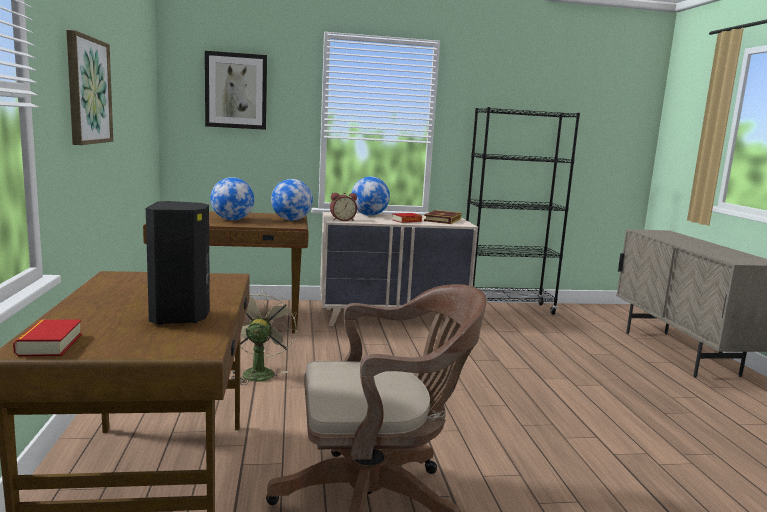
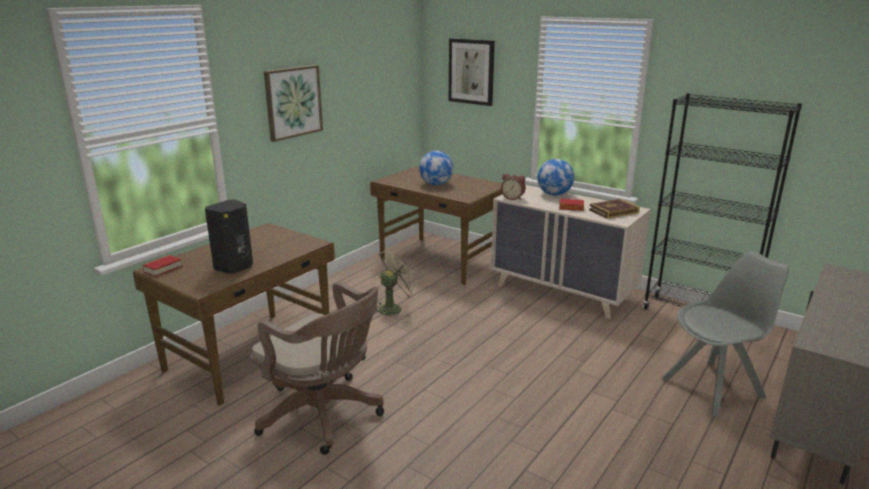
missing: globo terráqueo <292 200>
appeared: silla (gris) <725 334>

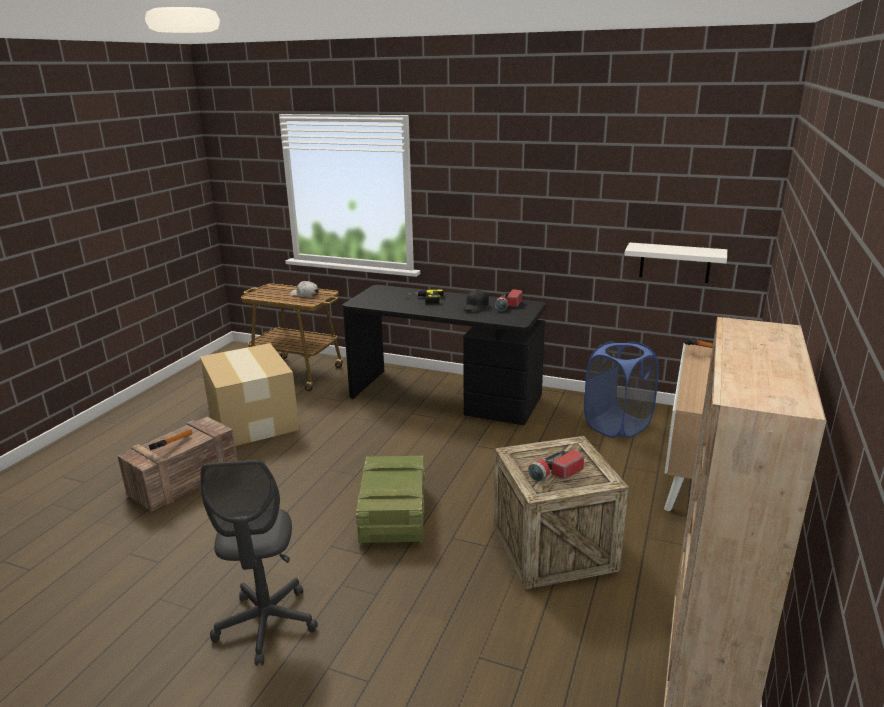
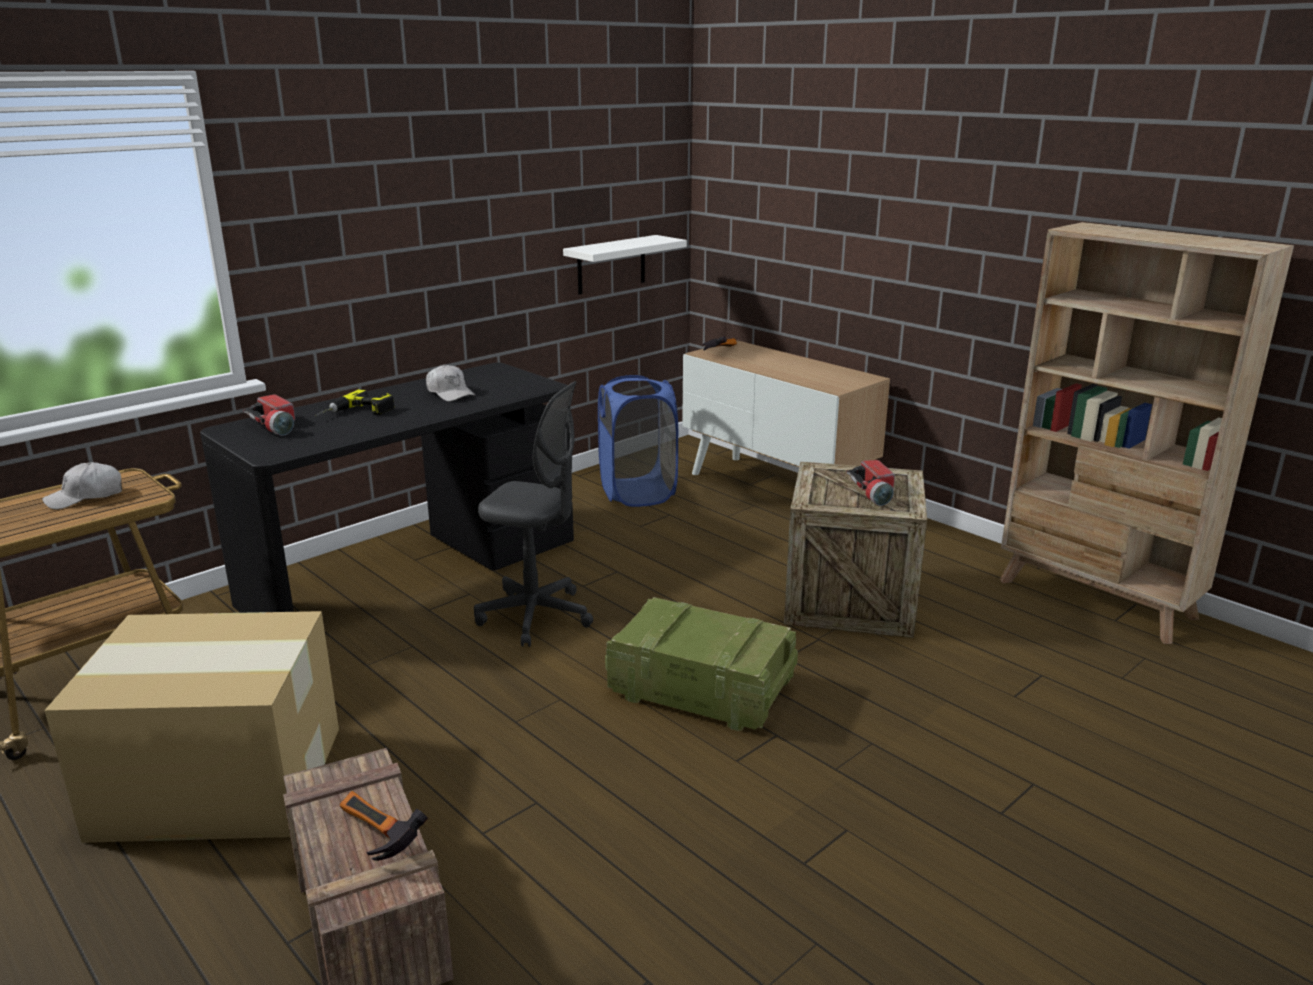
relocated: linterna <508 300> to <269 415>; silla de oficina (gris) <259 563> to <533 514>
colour: gorra (negro) <476 301> to gorra (blanco) <450 383>

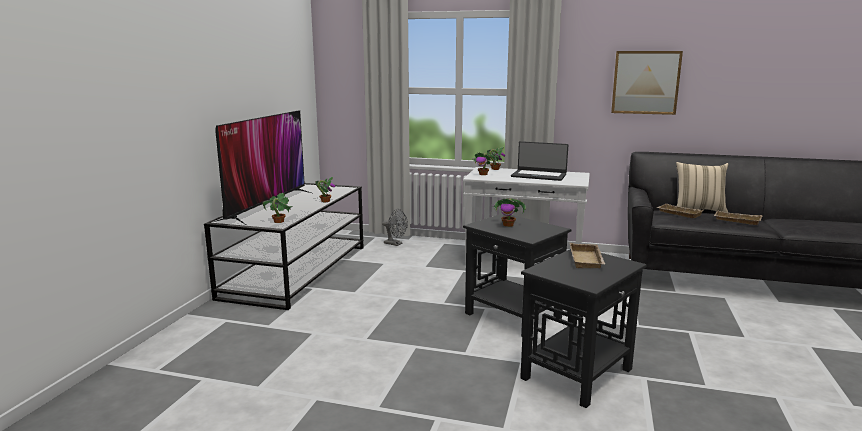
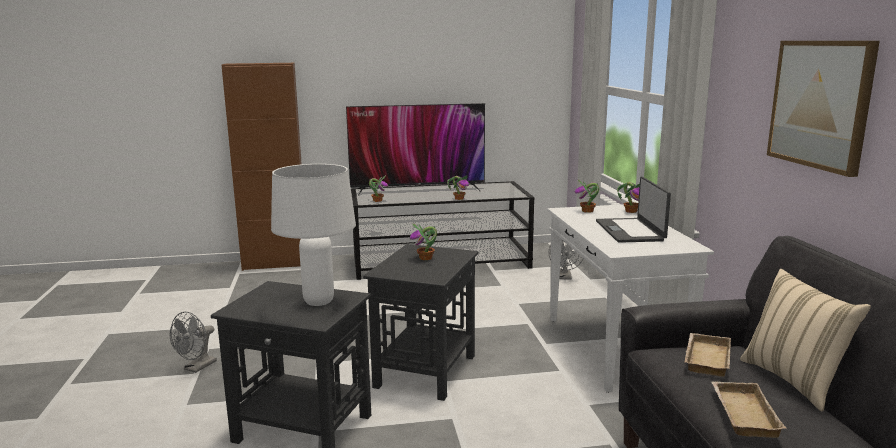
appeared: armario (marrón) <261 167>; ventilador (gris) <193 342>
exchanged: bandeja (beis) <587 255> to lámpara de mesa (blanco) <313 235>

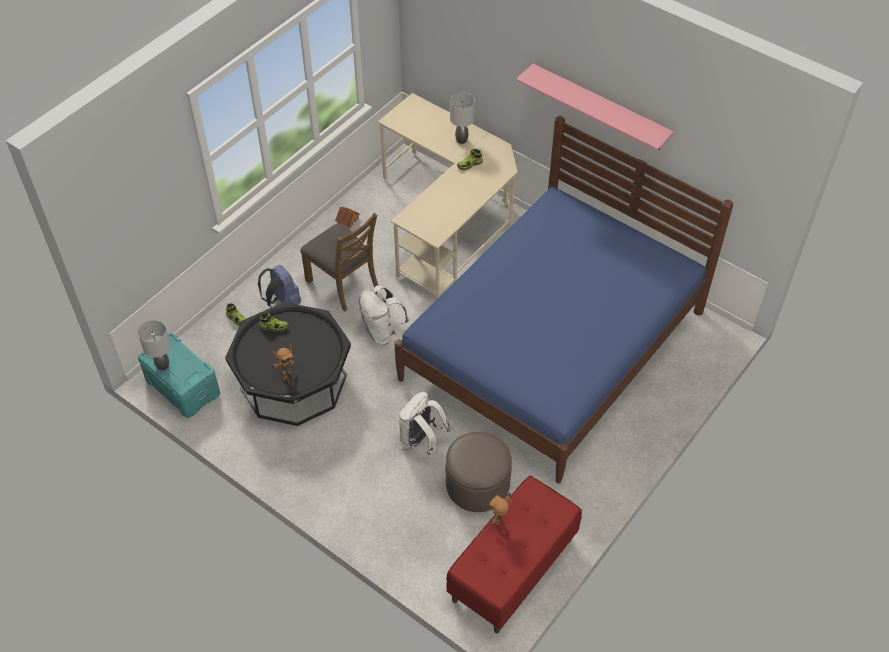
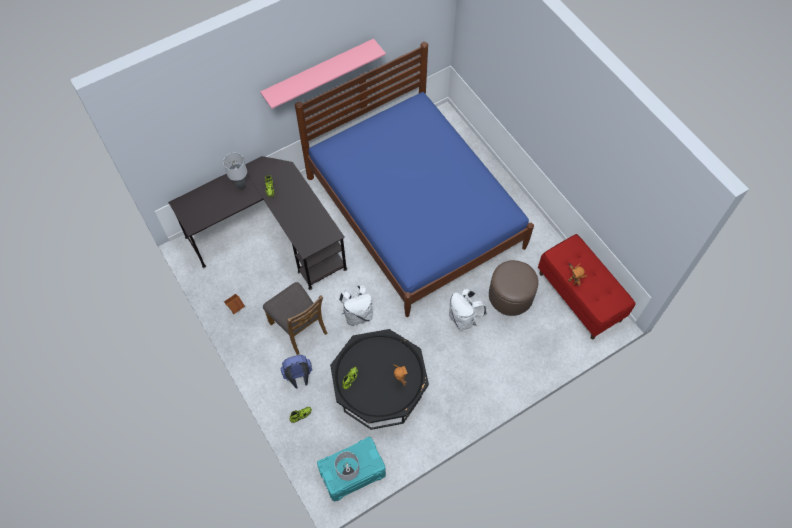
colour: escritorio (beis) <448 197> to escritorio (negro) <257 223>
spun: silla (marrón) <339 262> = <295 318> 75 degrees clockwise

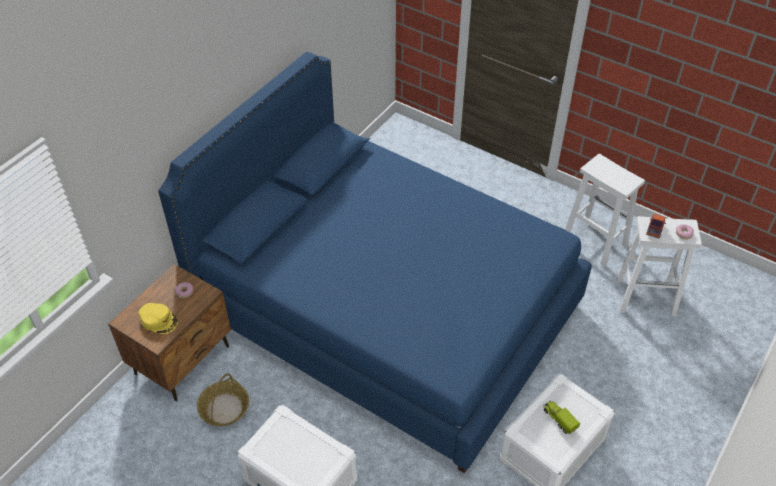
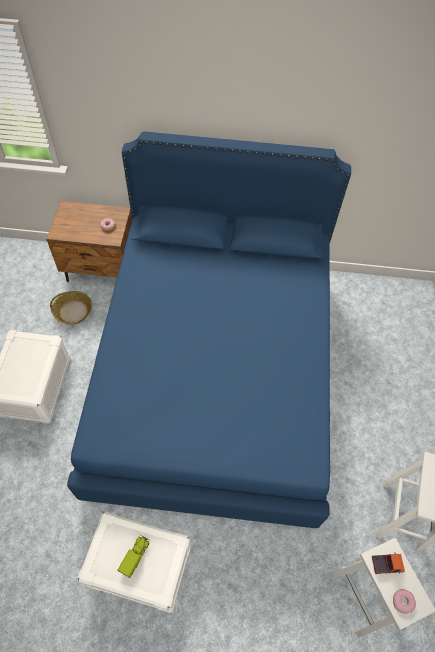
missing: gorra (amarillo) <158 318>

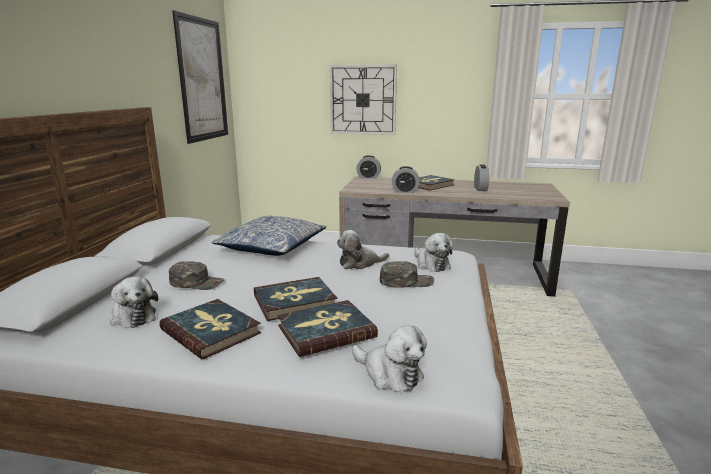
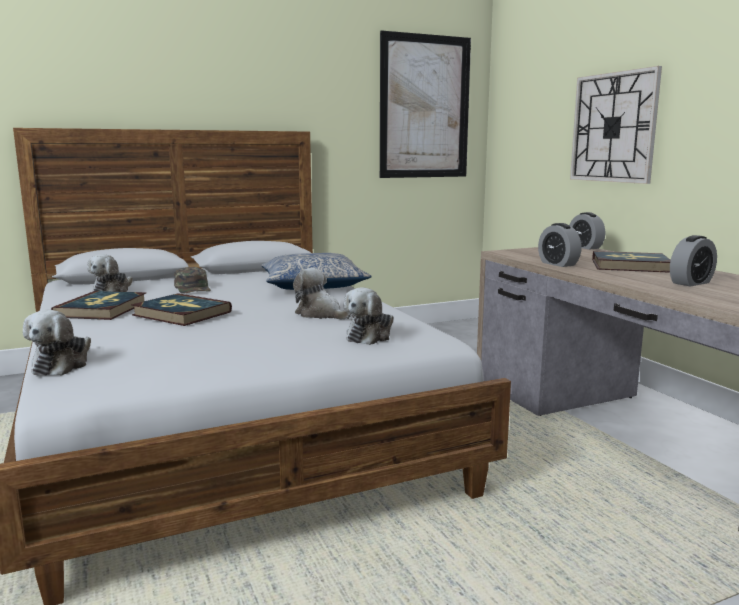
missing: gorra (verde) <407 274>; libro <328 328>

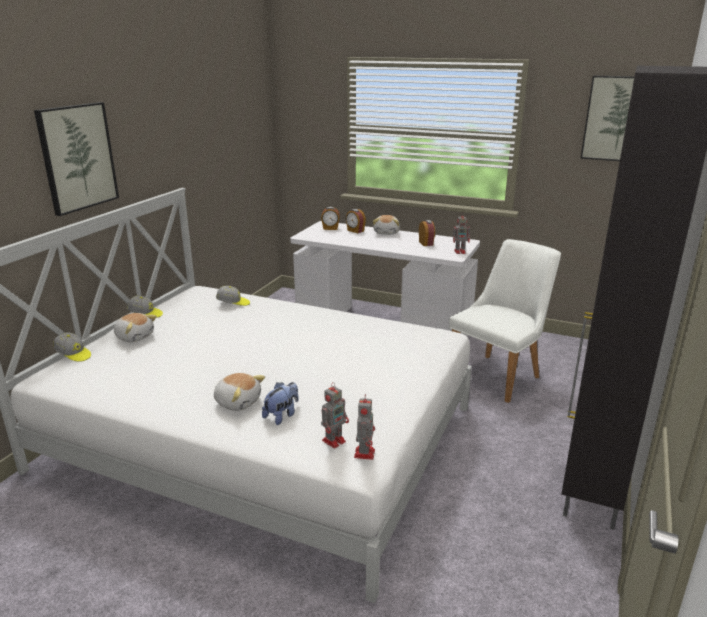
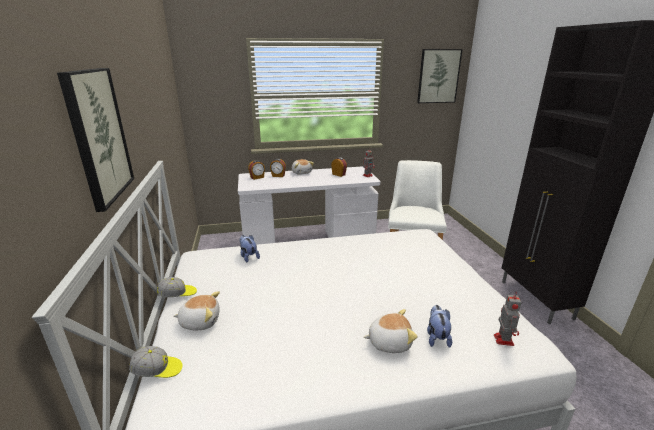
missing: robot de juguete <364 427>
exchanged: gorra <233 296> to peluche <249 249>

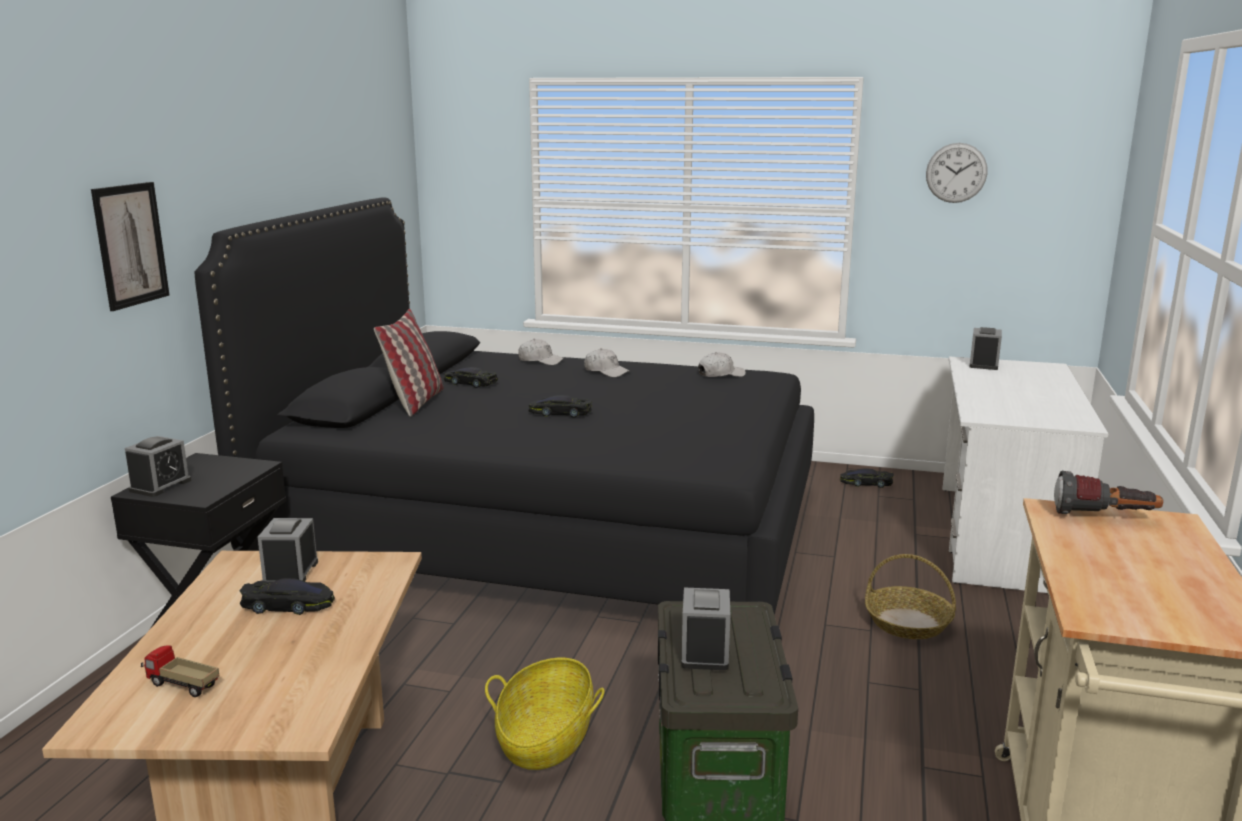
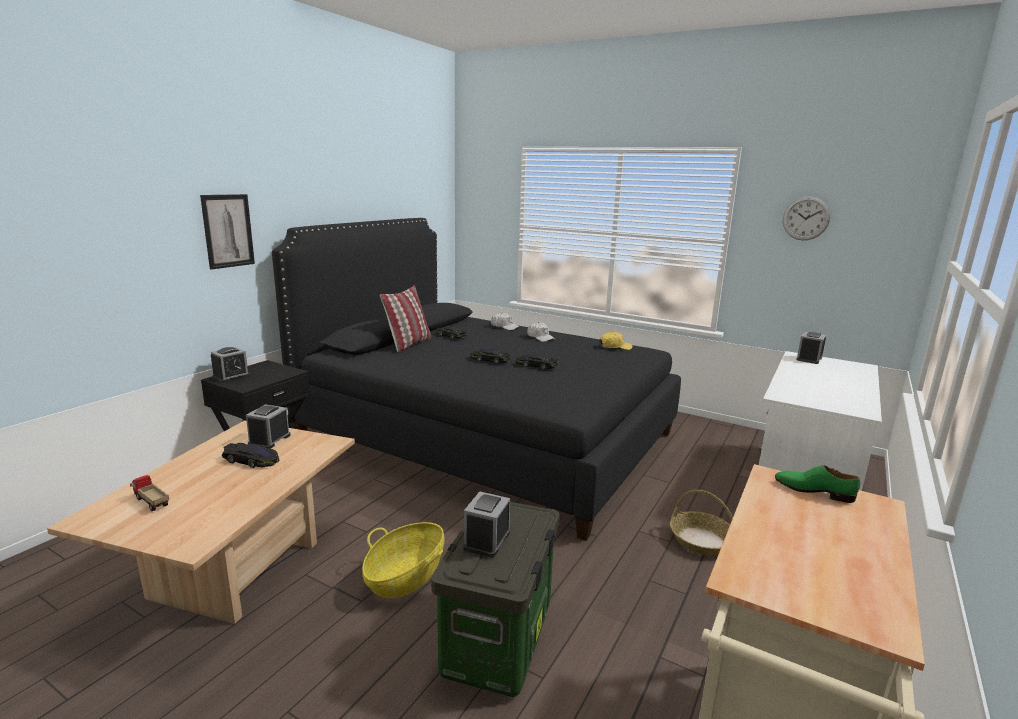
relocated: coche de juguete (negro) <867 478> to <537 362>
exchanged: linterna <1108 492> to zapato (verde) <817 484>
colour: gorra (blanco) <722 364> to gorra (amarillo) <616 341>

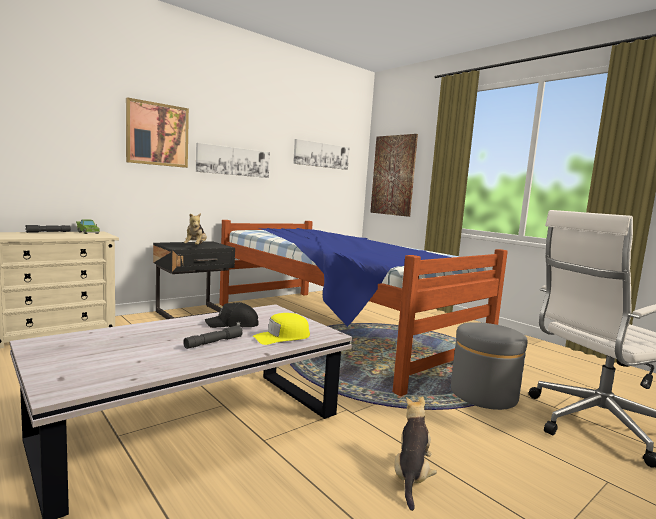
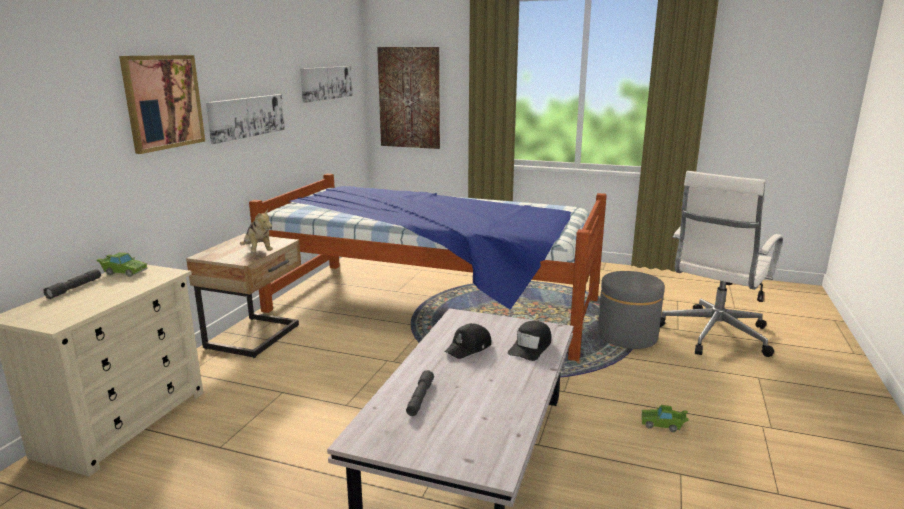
relocated: linterna (gris) <213 337> to <420 393>
exchanged: peluche <415 453> to coche de juguete (verde) <665 418>
colour: mesita de noche (negro) <194 280> to mesita de noche (beis) <243 296>; gorra (amarillo) <281 329> to gorra (negro) <529 341>

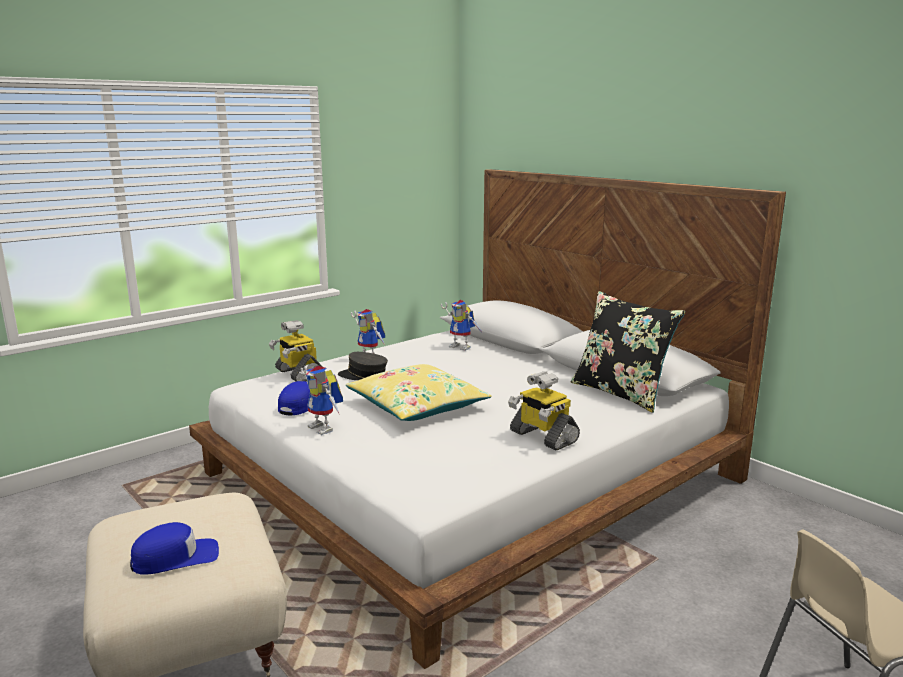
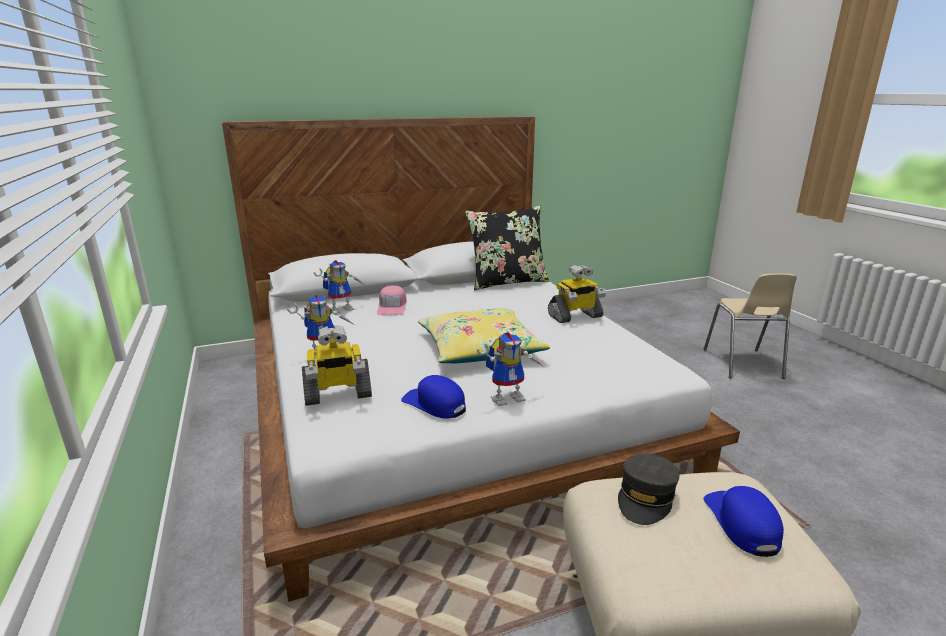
appeared: gorra (rosa) <392 300>
relocated: gorra (gris) <363 366> to <648 489>

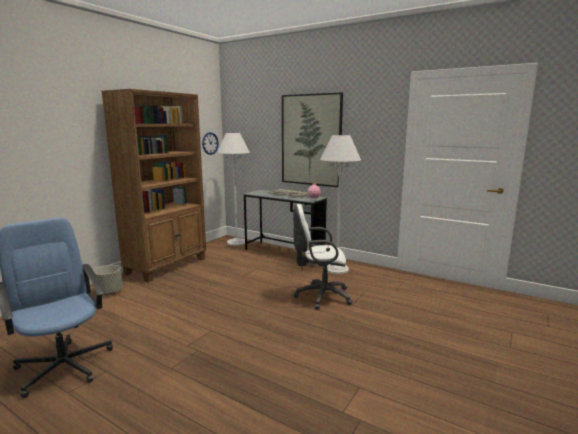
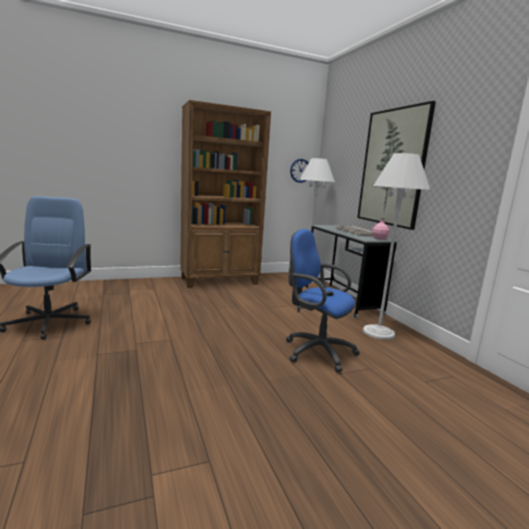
missing: maceta (gris) <108 279>
colour: silla de oficina (blanco) <323 257> to silla de oficina (azul) <323 301>

